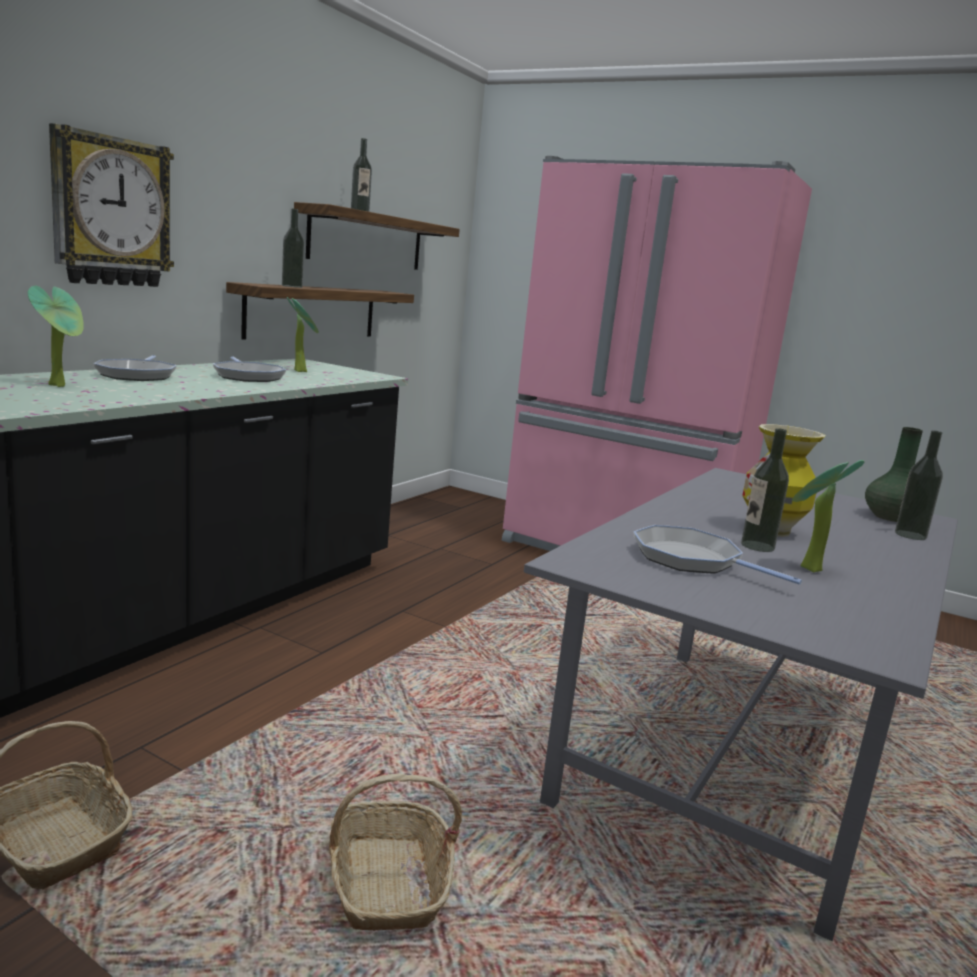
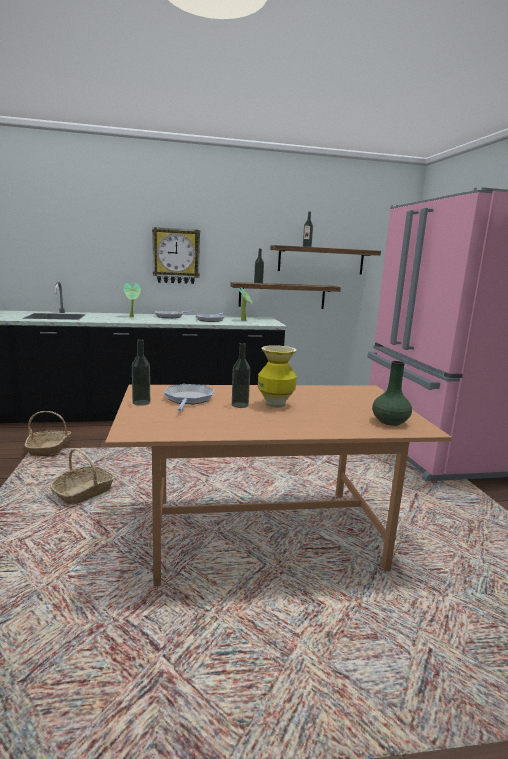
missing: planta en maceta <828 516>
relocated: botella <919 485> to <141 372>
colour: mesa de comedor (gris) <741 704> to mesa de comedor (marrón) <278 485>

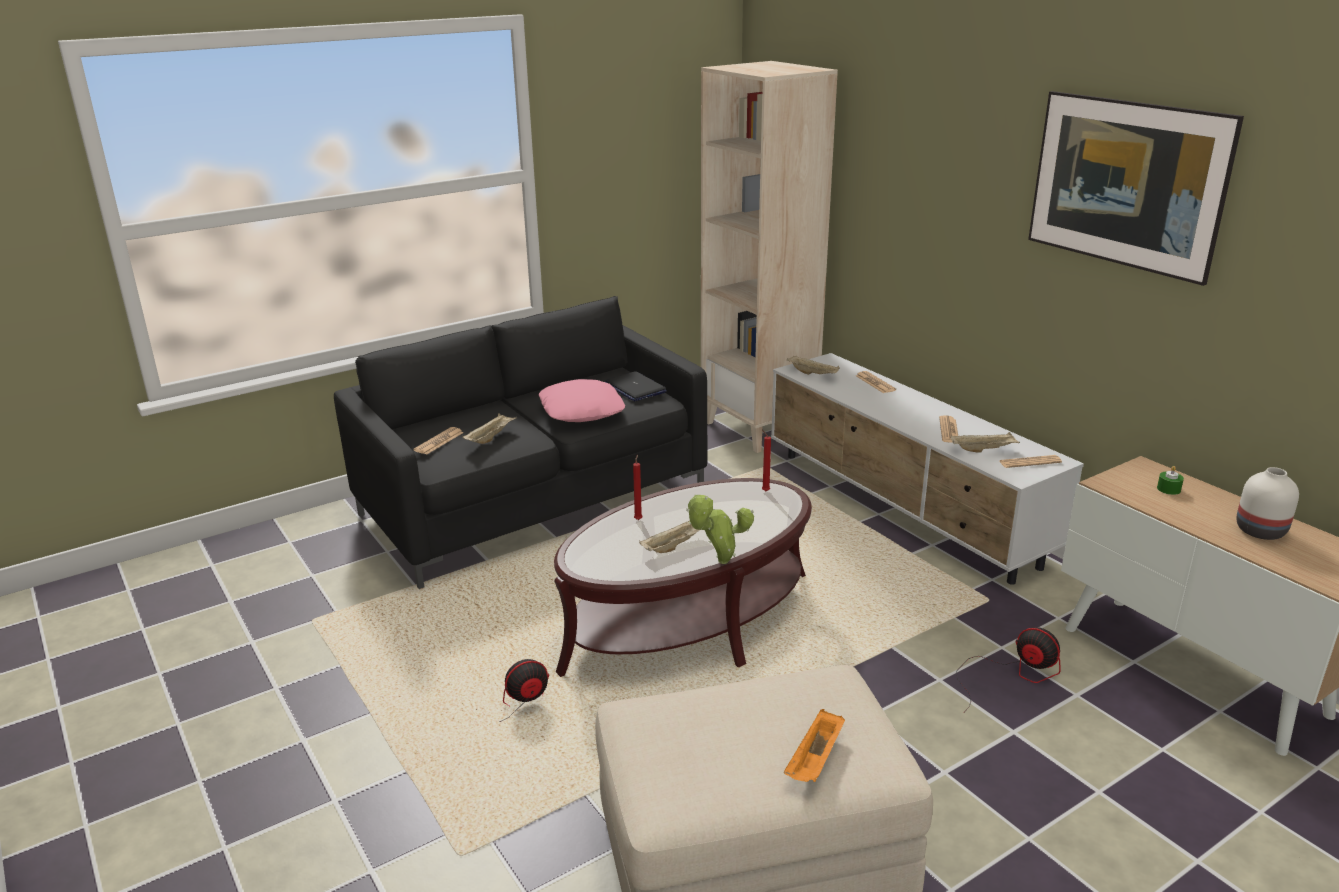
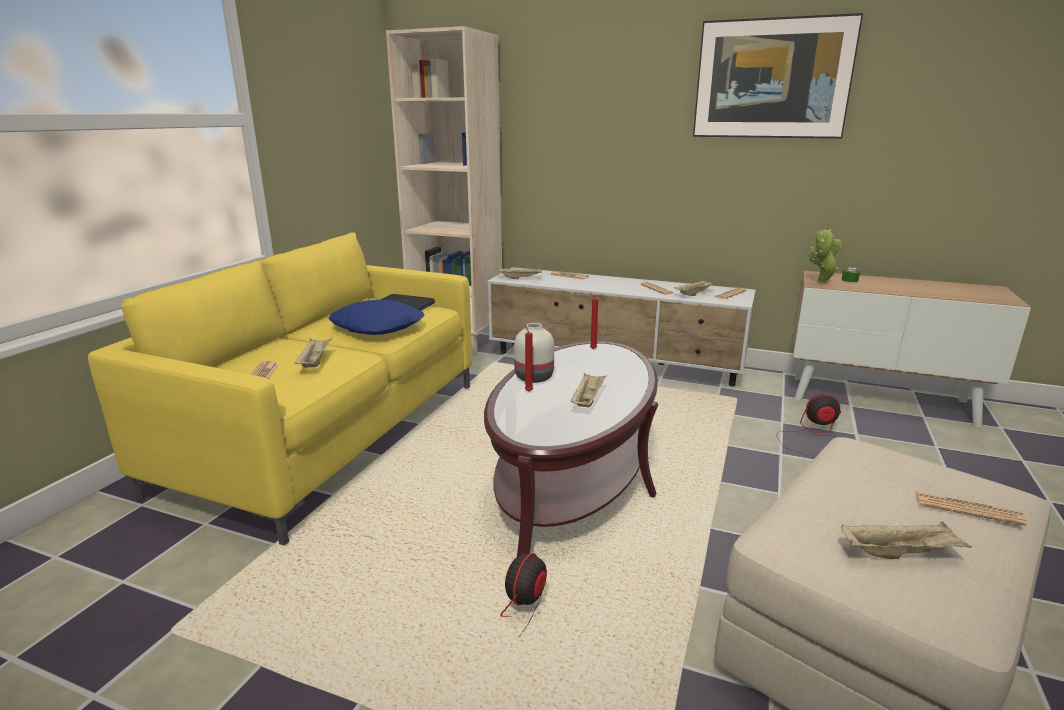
appeared: bandeja (beis) <906 540>
relocated: florero (blanco) <1267 503> to <534 353>; planta en maceta <720 529> to <825 256>
exchanged: bandeja (naranja) <814 745> to periódico <971 509>
colour: sofá (negro) <520 442> to sofá (amarillo) <280 389>; cojín (rosa) <581 400> to cojín (azul) <377 317>

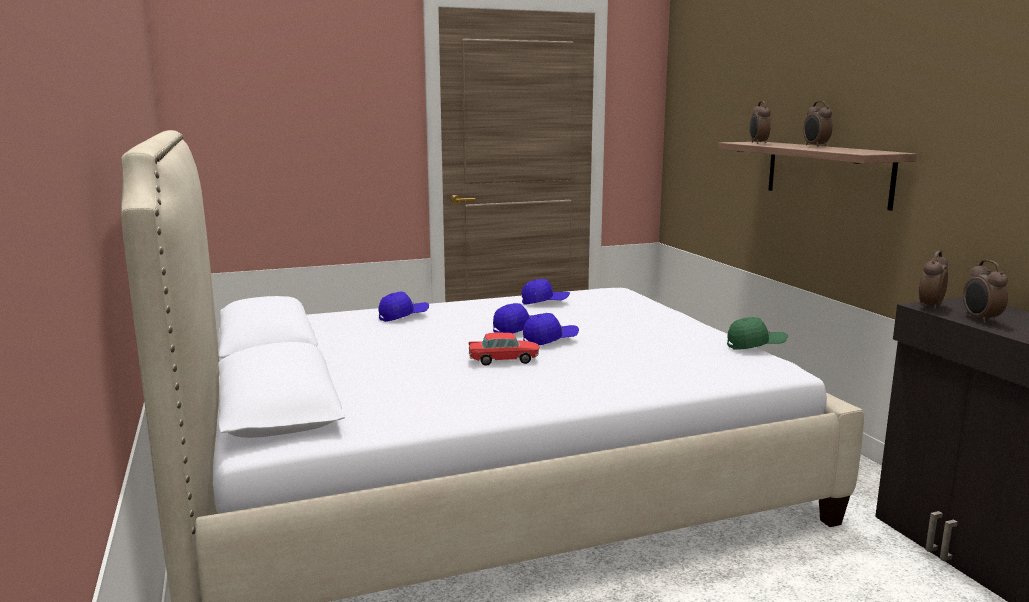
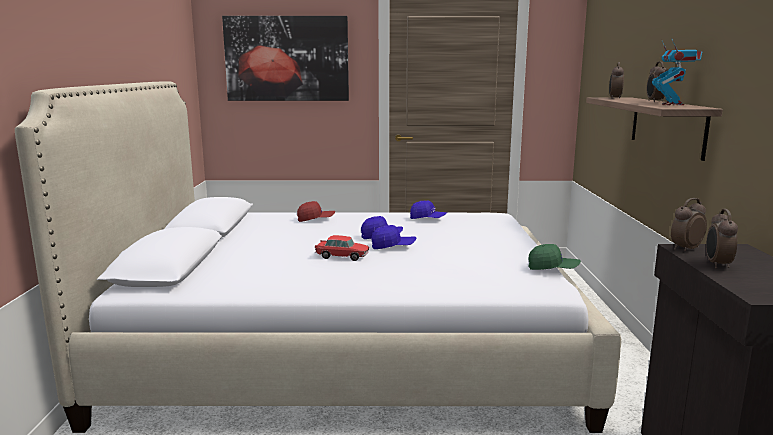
appeared: cuadro <285 58>; robot de juguete <677 71>
colour: gorra (azul) <404 307> to gorra (rojo) <316 211>

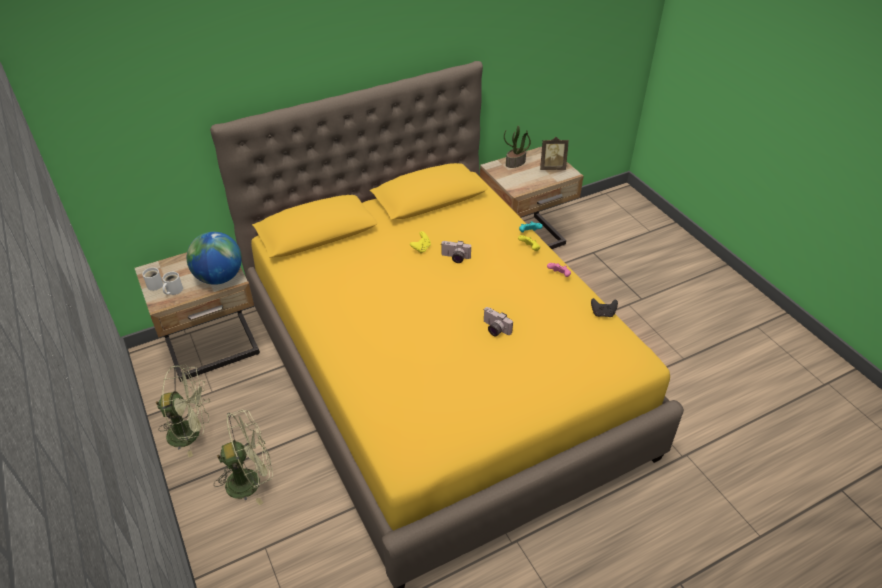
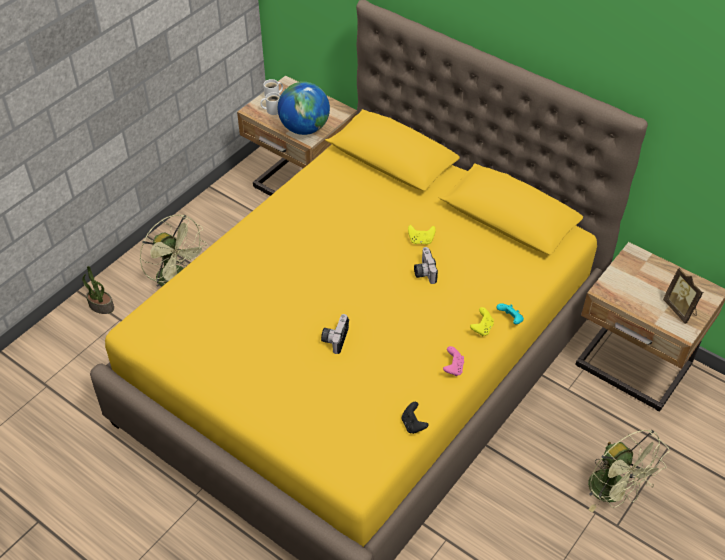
relocated: planta en maceta <517 146> to <98 290>; ventilador (verde) <183 411> to <629 471>

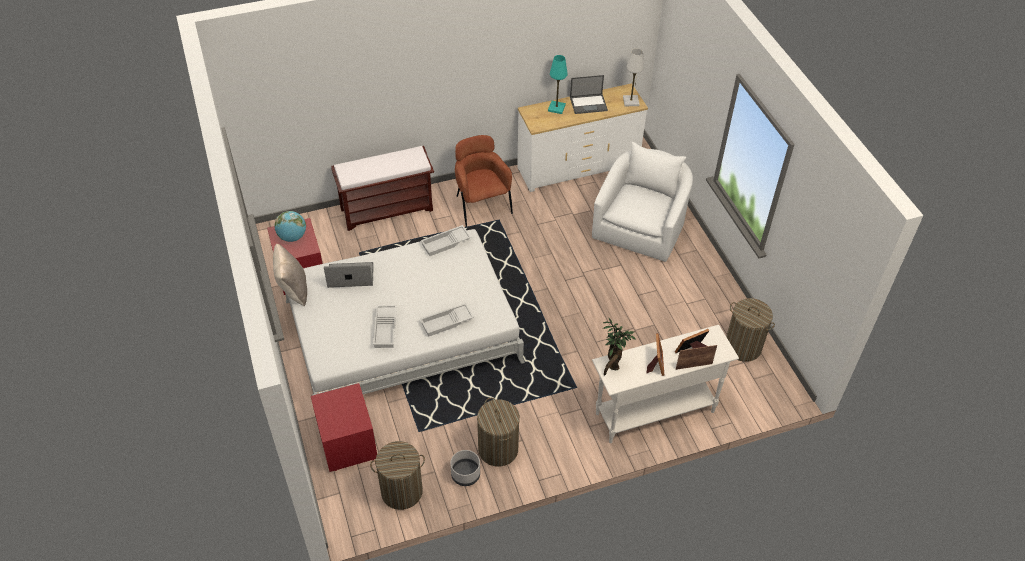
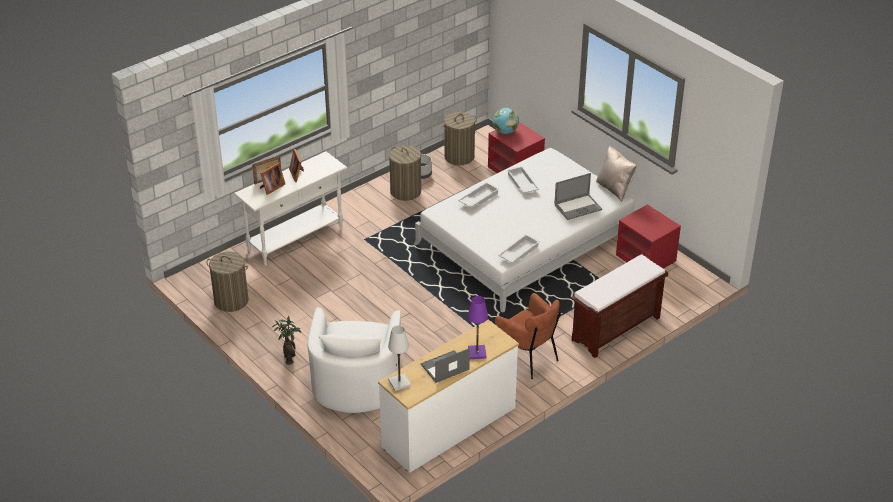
relocated: globo terráqueo <290 226> to <506 121>; planta en maceta <619 346> to <286 340>
colour: lámpara de mesa (turquesa) <558 84> to lámpara de mesa (morado) <478 327>

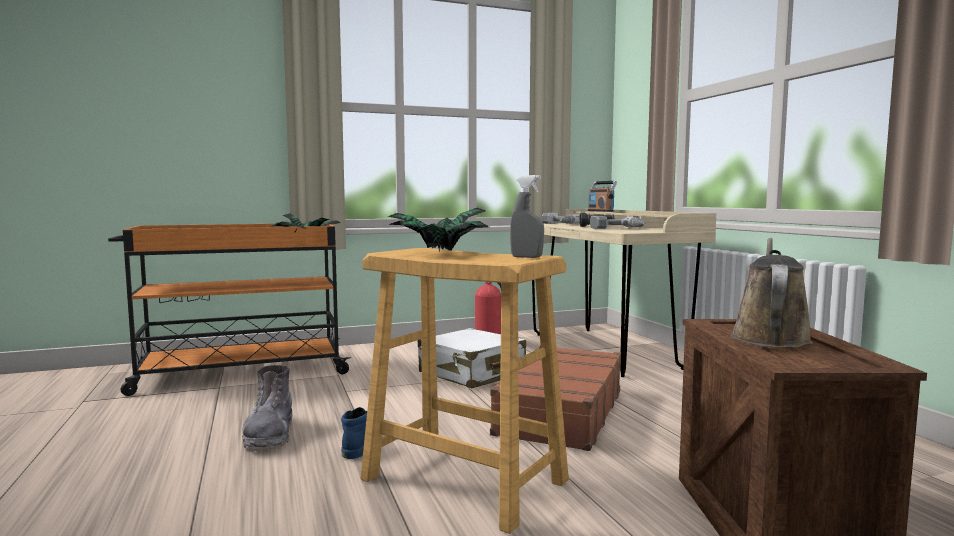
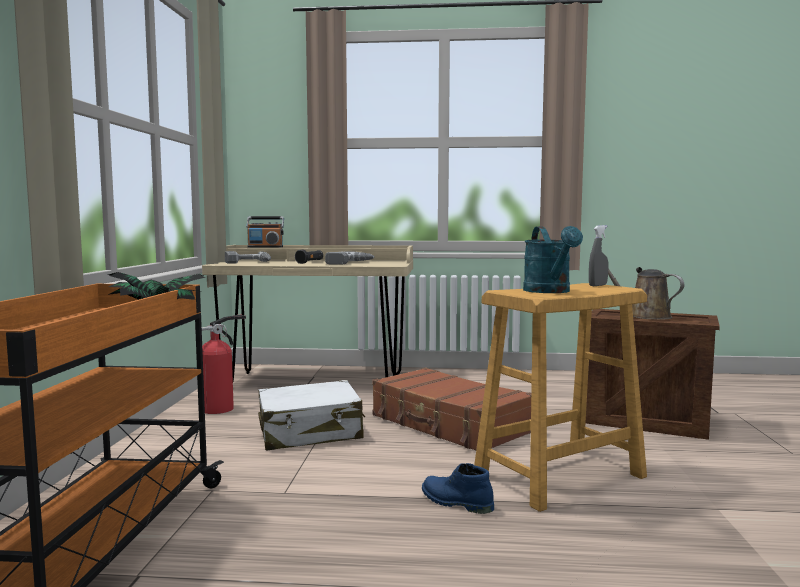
missing: bota (gris) <267 408>
exchanged: planta en maceta <438 230> to regadera (turquesa) <553 259>

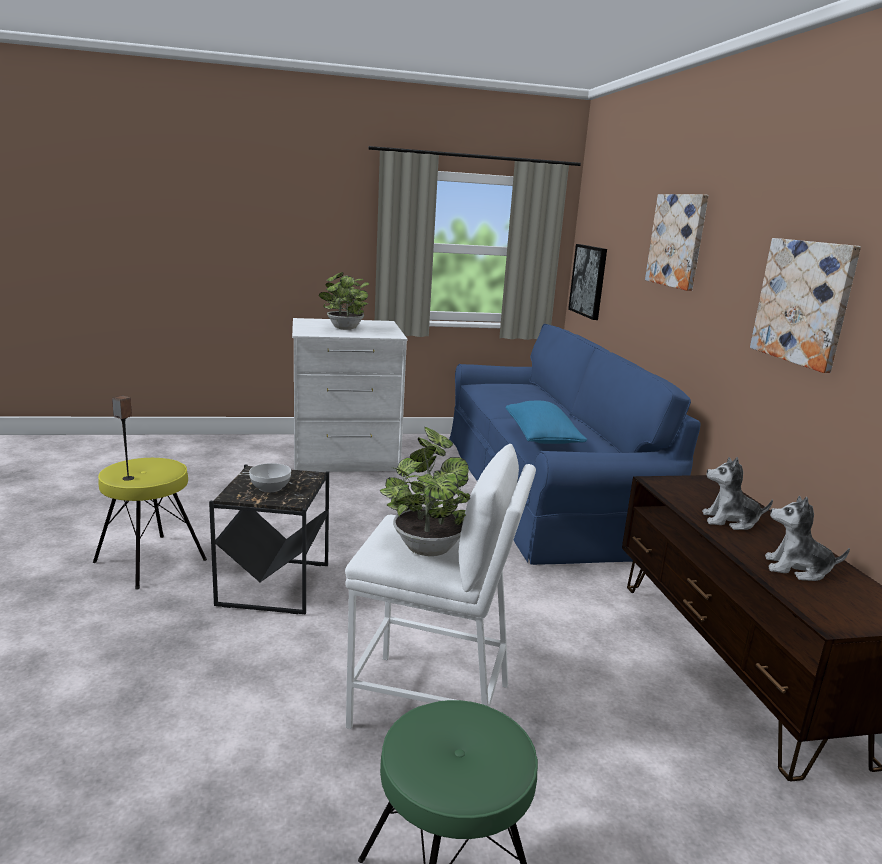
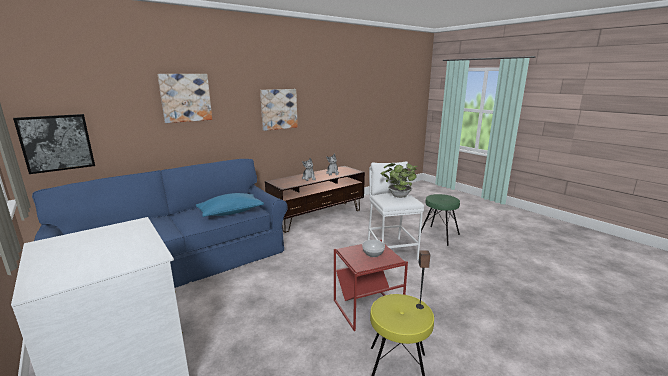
missing: planta en maceta <344 301>
colour: mesa auxiliar (negro) <269 539> to mesa auxiliar (rojo) <371 285>

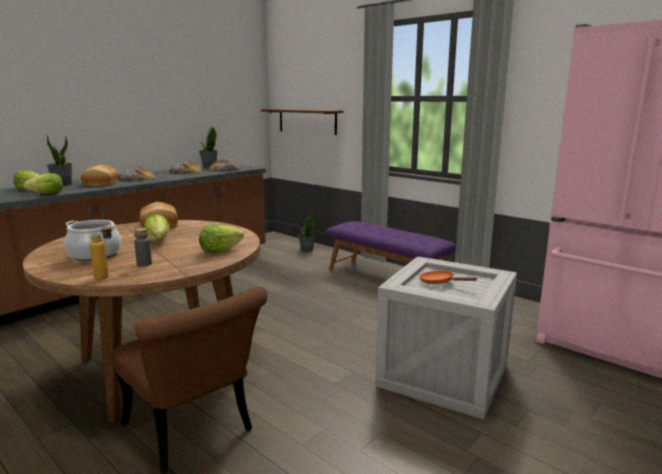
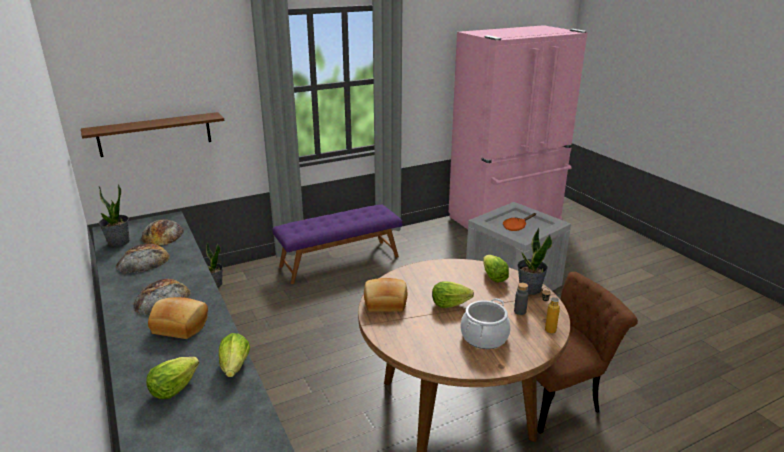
relocated: planta en maceta <59 160> to <534 261>

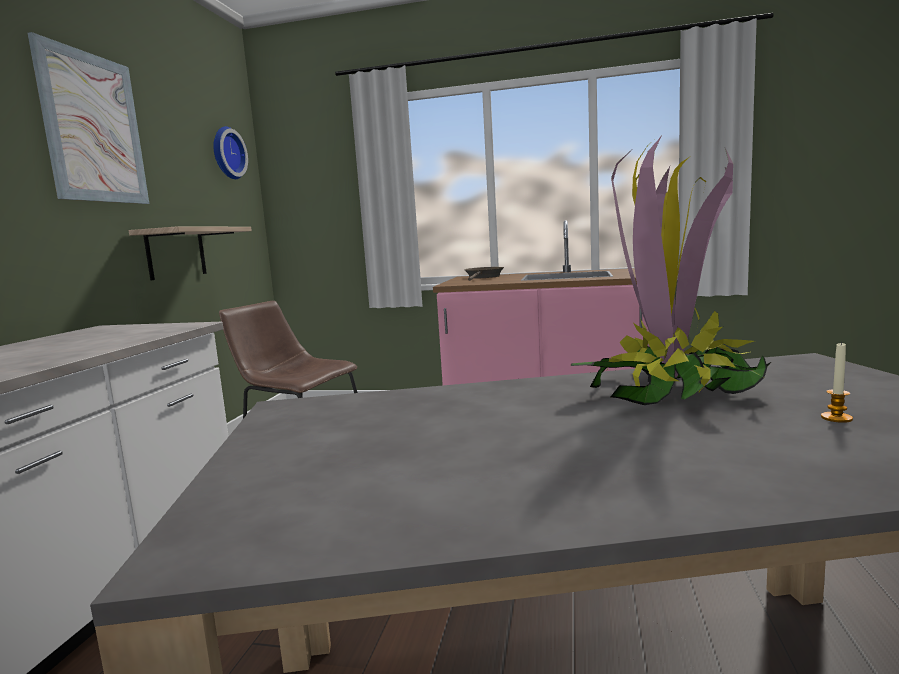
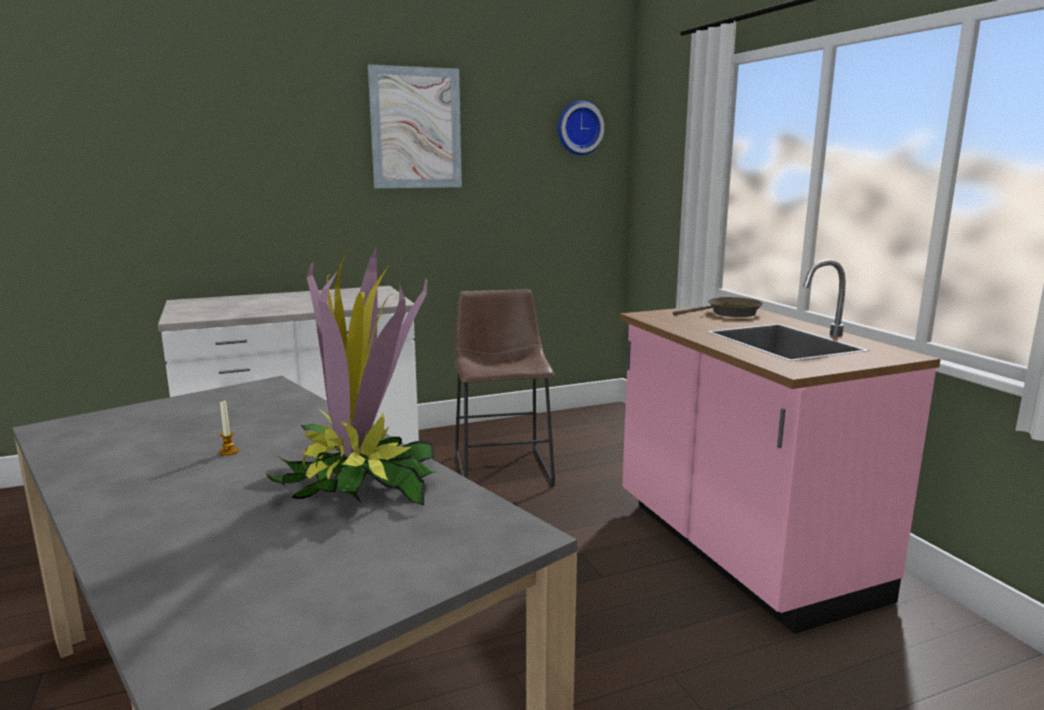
missing: estante <190 253>
relocated: vela <837 382> to <229 428>

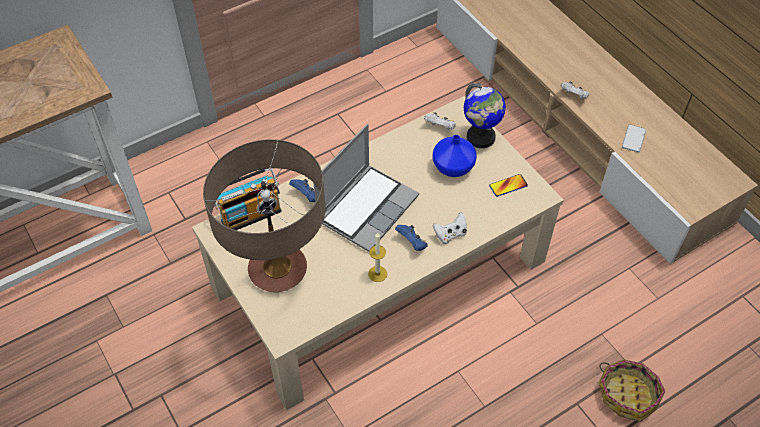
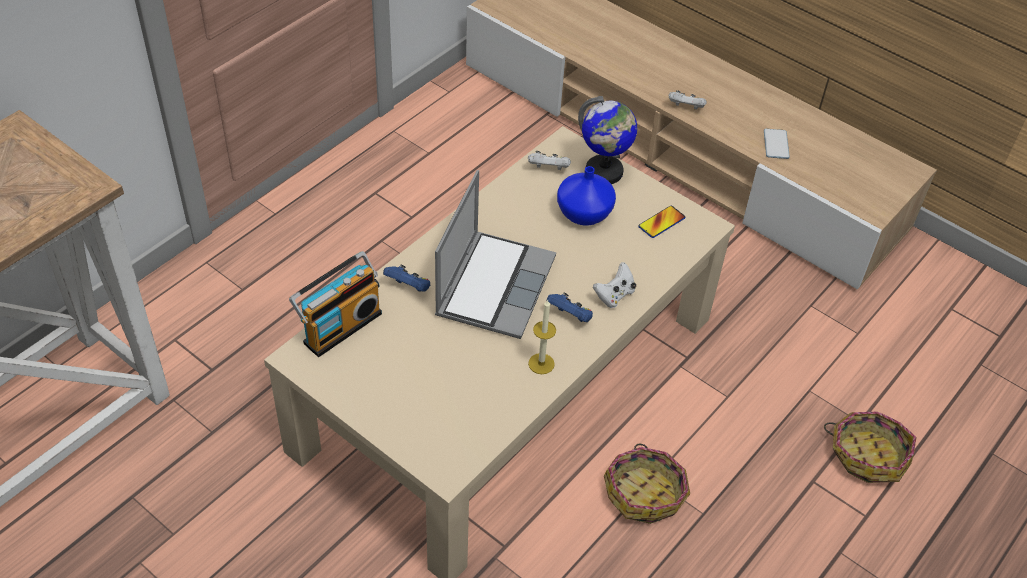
missing: lámpara de mesa <264 215>
appeared: cesta <647 484>

